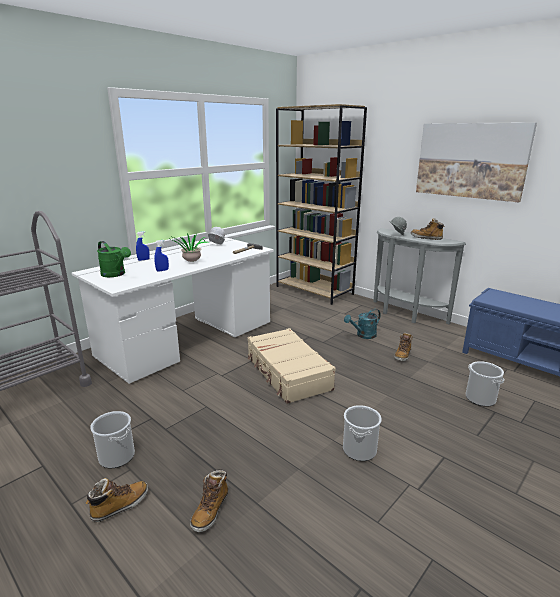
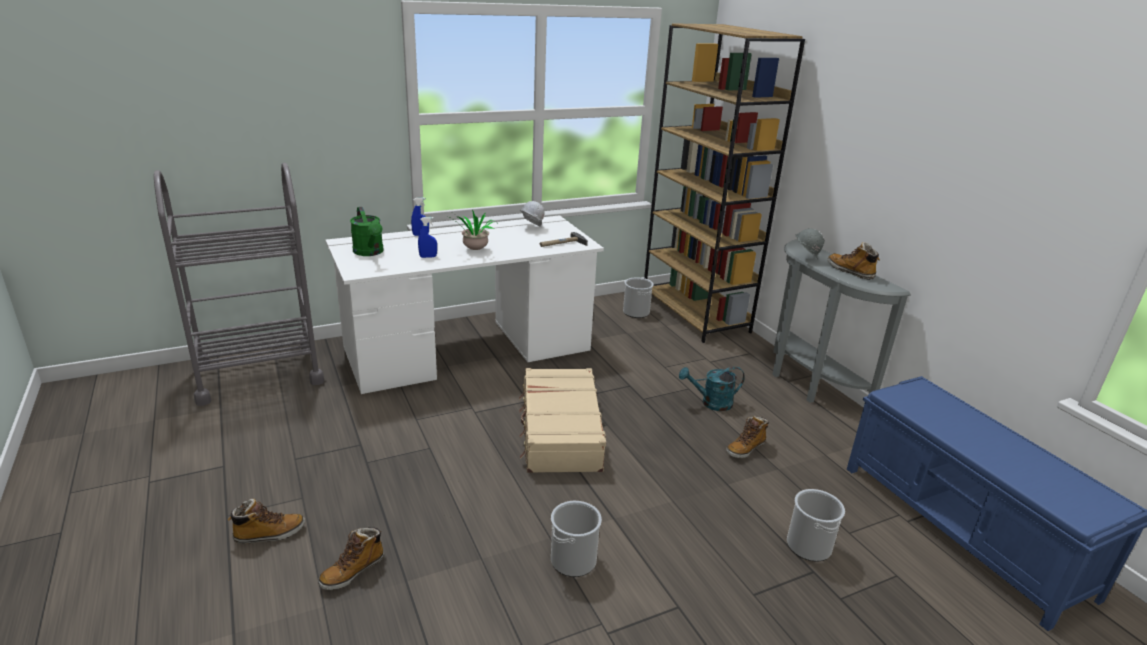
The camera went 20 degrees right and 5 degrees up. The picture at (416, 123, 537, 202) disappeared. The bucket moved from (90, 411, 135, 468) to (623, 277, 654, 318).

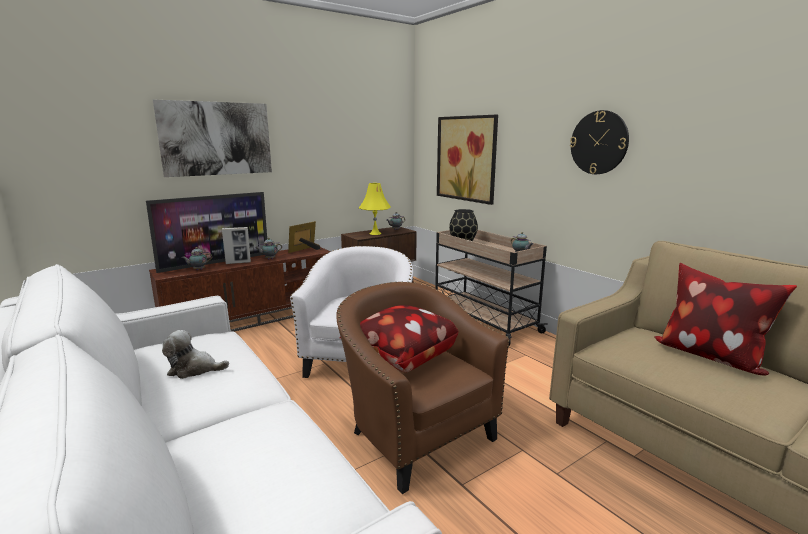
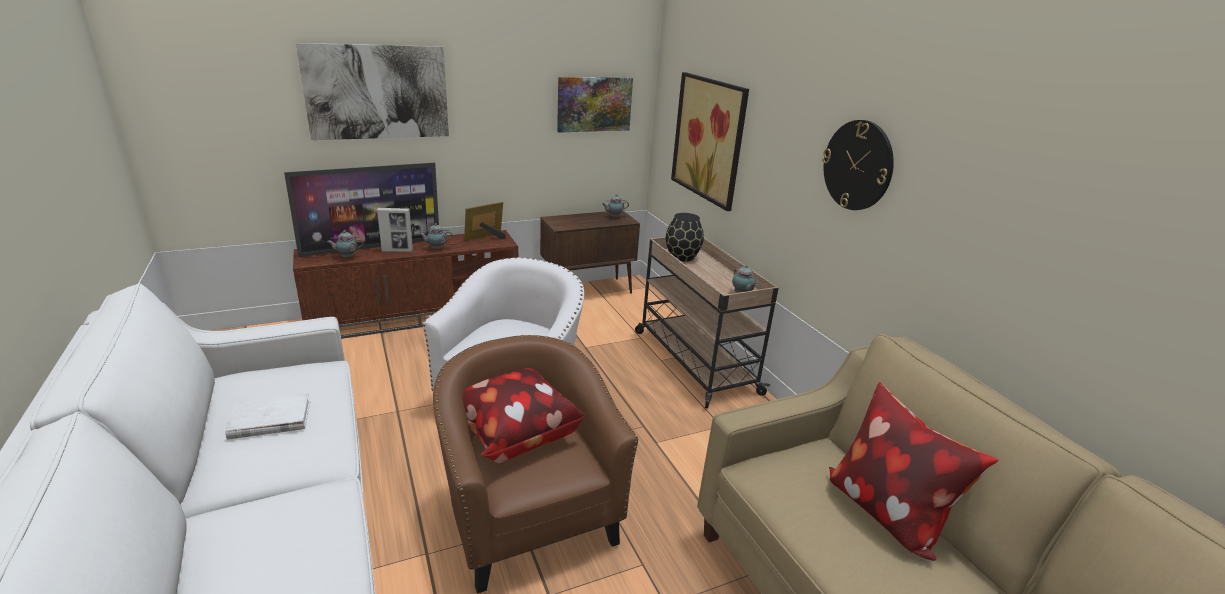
The camera went 10 degrees right and 10 degrees up. The yellowish lamp for a table at (359, 183, 391, 235) disappeared. The soft toy at (162, 330, 229, 379) was replaced by the whitish volume at (225, 393, 310, 440). The picture at (557, 77, 633, 132) appeared.

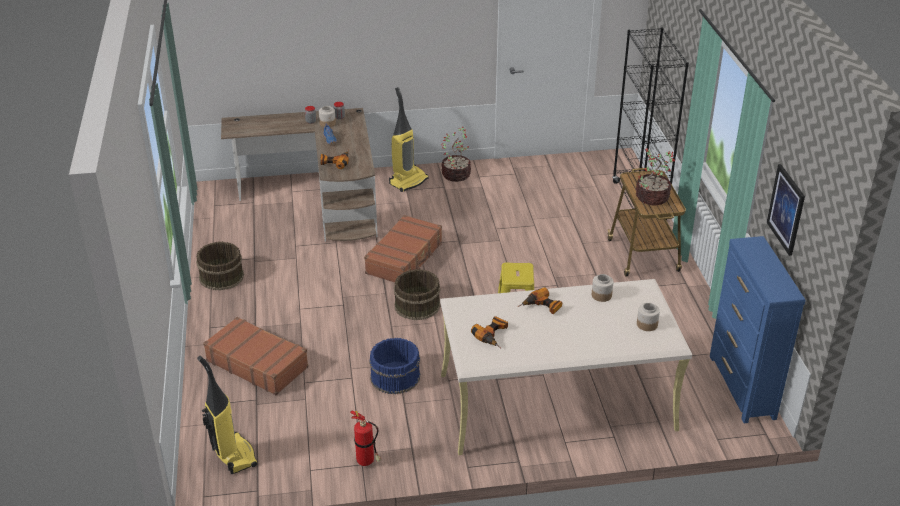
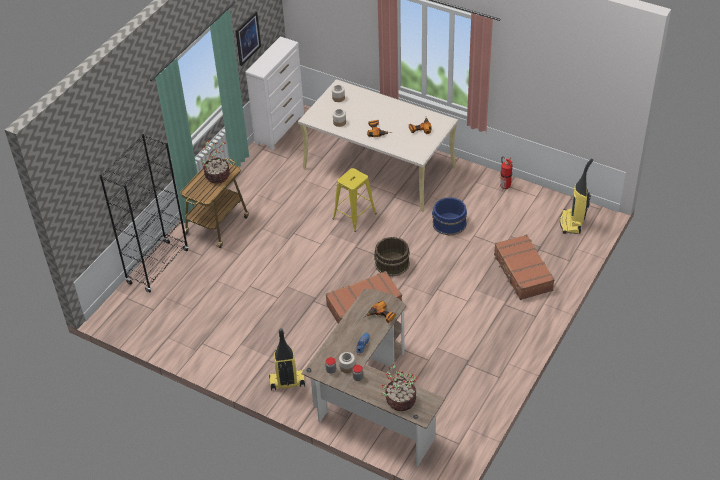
The camera went 140 degrees left and 10 degrees up. The plant in a pot moved from (441, 127, 471, 182) to (381, 364, 418, 411). The bluish drawer chest at (710, 236, 806, 423) became the whitish drawer chest at (245, 36, 304, 151). The brown-coloured bucket at (196, 242, 244, 290) disappeared.

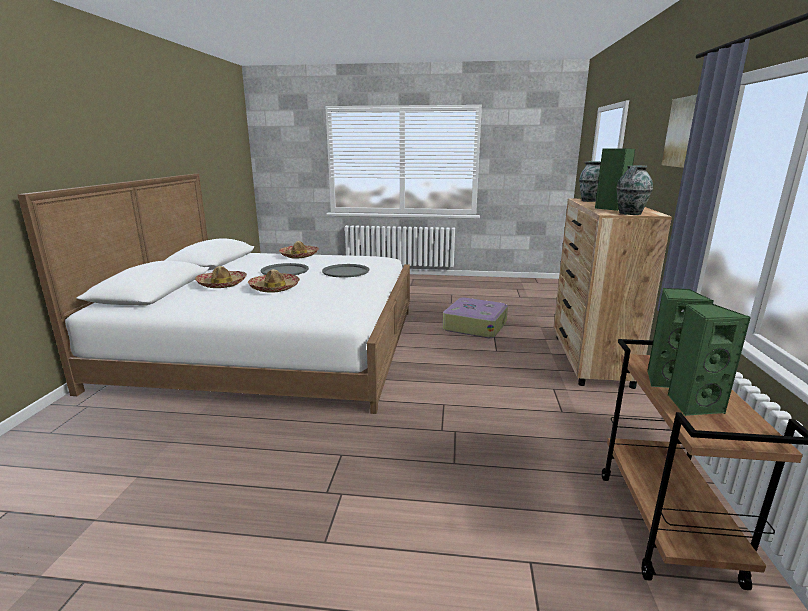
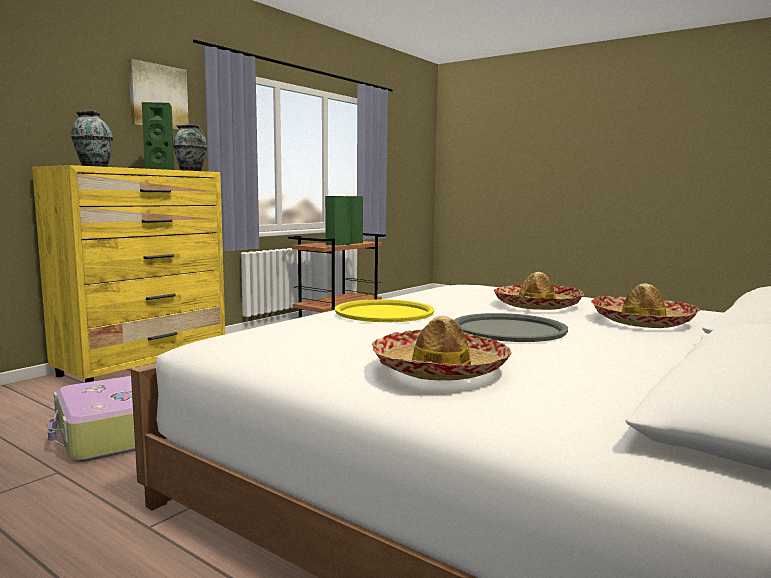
The camera went 150 degrees left and 10 degrees down. The brown-coloured drawer chest at (553, 199, 672, 389) became the yellowish drawer chest at (32, 165, 225, 383). The greyish carrying tray at (322, 264, 369, 277) became the yellowish carrying tray at (334, 299, 434, 322).

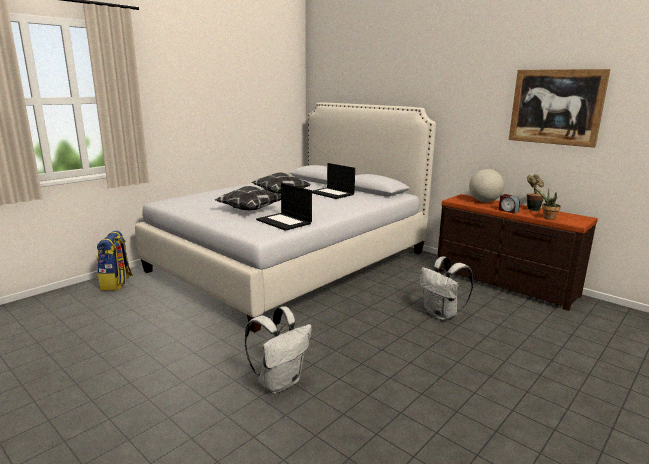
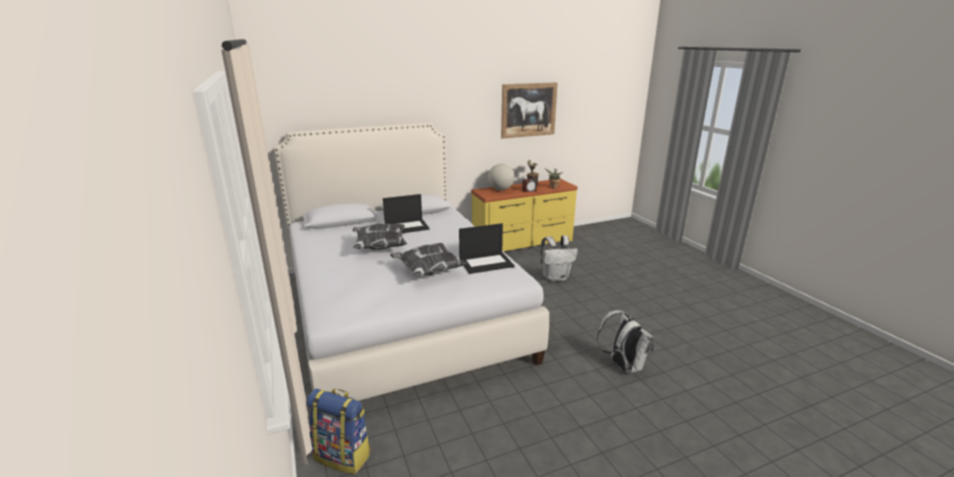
The camera went 65 degrees left and 5 degrees up. The brown-coloured drawer chest at (437, 194, 598, 311) became the yellowish drawer chest at (471, 179, 577, 251).

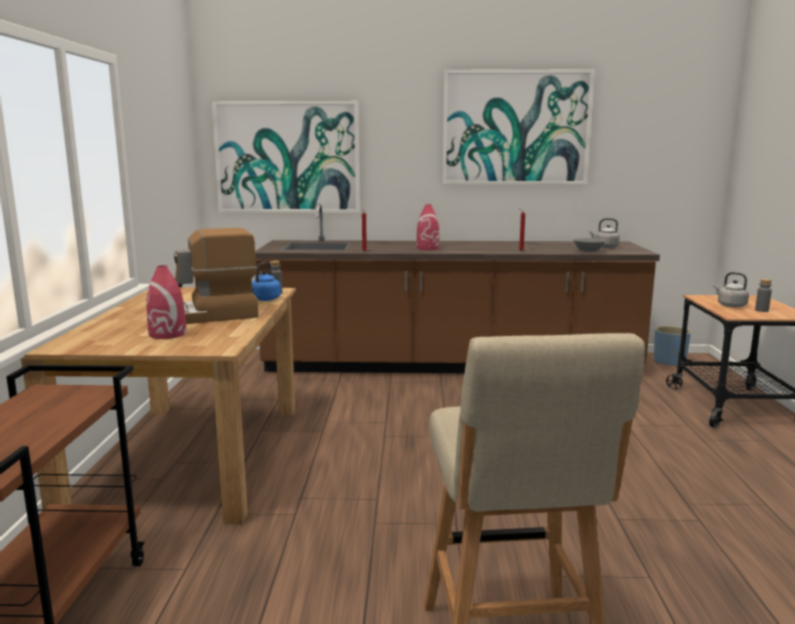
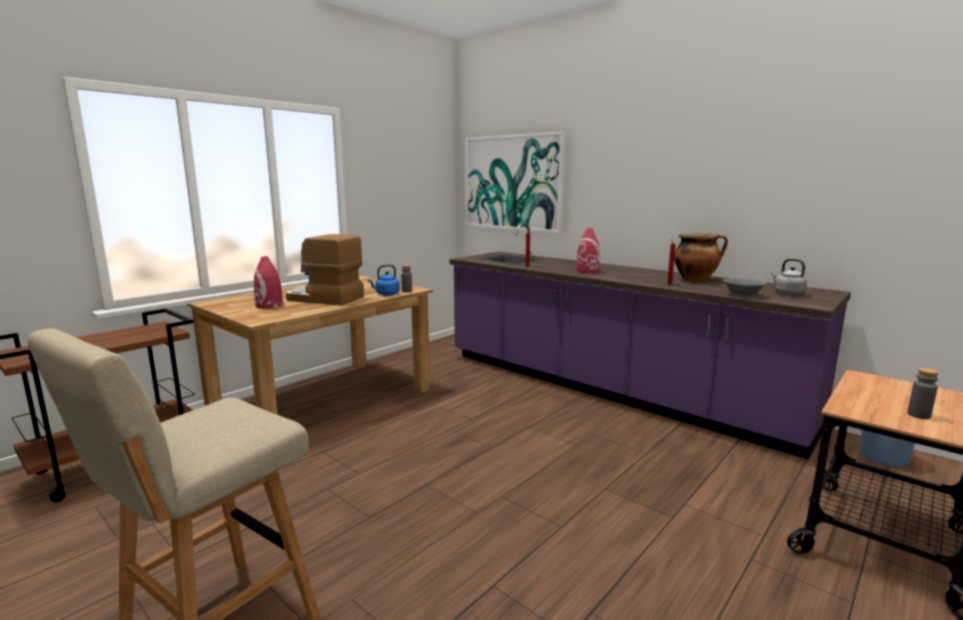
The camera went 40 degrees right and 0 degrees up. The picture at (442, 69, 595, 185) disappeared. The brown-coloured kitchen base unit at (255, 203, 660, 373) became the purple-coloured kitchen base unit at (449, 223, 851, 459). The greyish water kettle at (714, 272, 749, 308) disappeared. The stockpot at (674, 233, 728, 282) appeared.

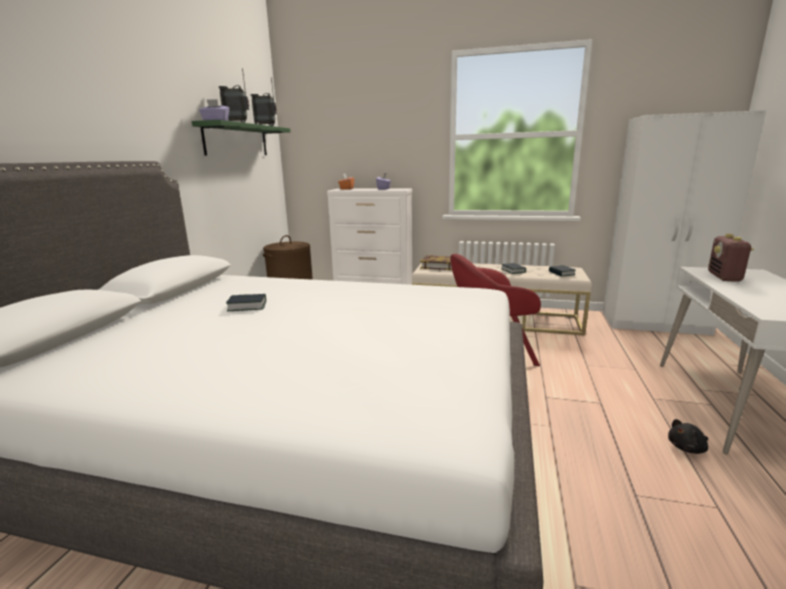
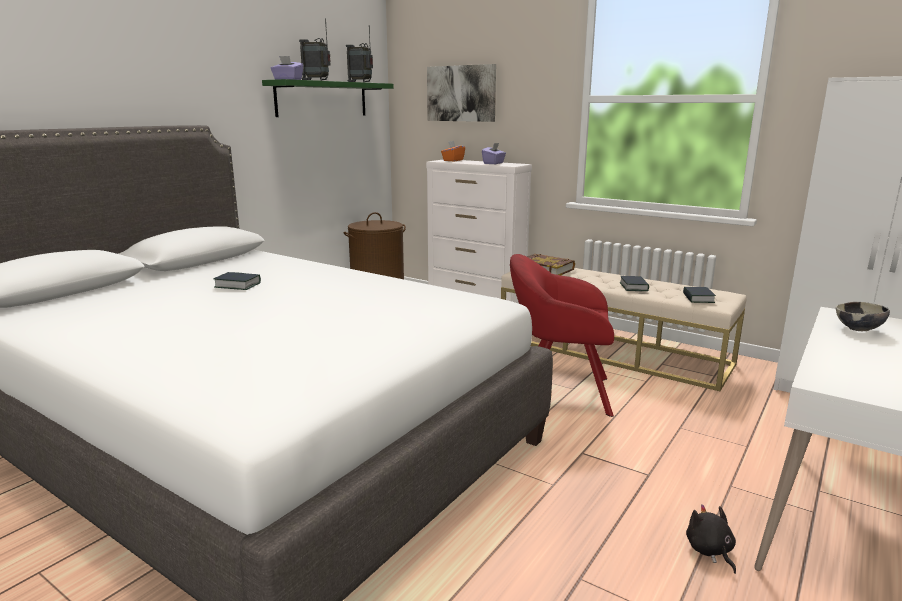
The camera went 20 degrees right and 0 degrees up. The radio at (708, 234, 754, 282) was replaced by the bowl at (836, 302, 890, 331). The blackish soft toy at (668, 419, 708, 454) turned 75 degrees clockwise. The picture at (427, 64, 496, 122) appeared.

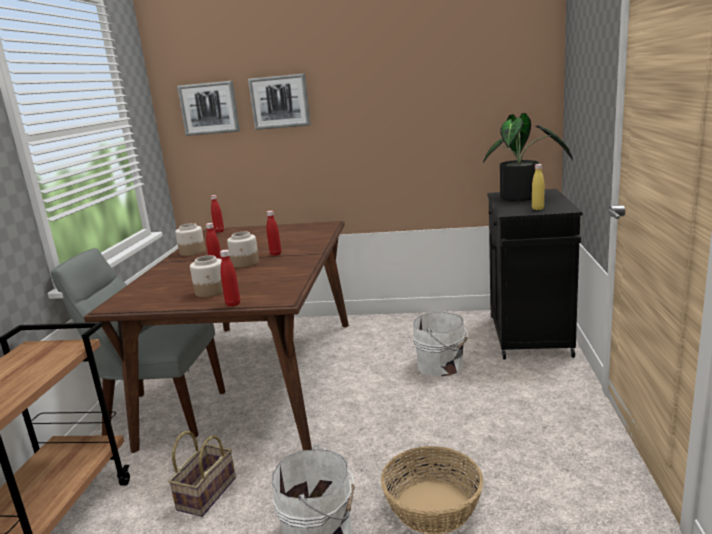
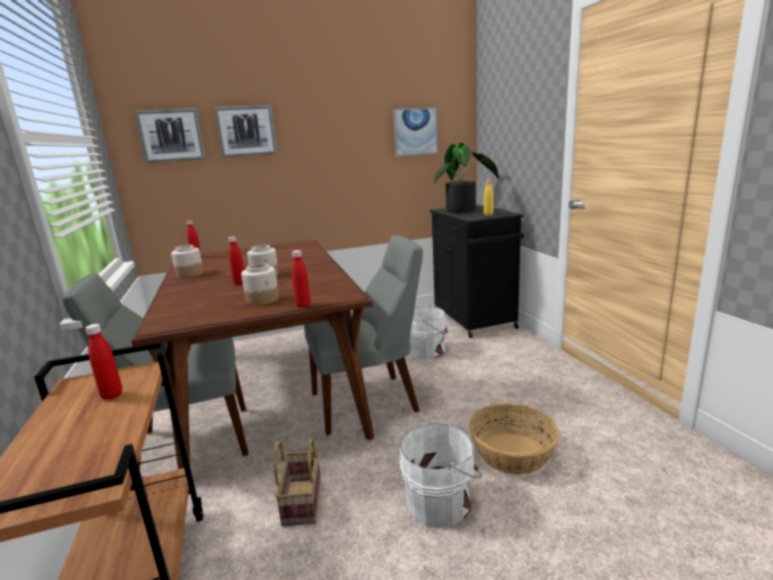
The camera went 25 degrees left and 0 degrees up. The reddish bottle moved from (267, 211, 281, 256) to (85, 324, 122, 400). The picture at (393, 107, 438, 157) appeared. The greyish chair at (304, 235, 423, 435) appeared.

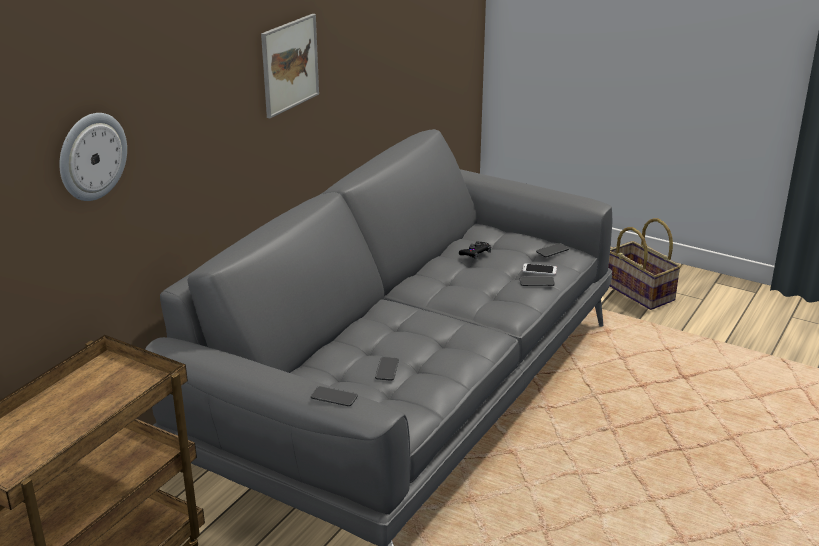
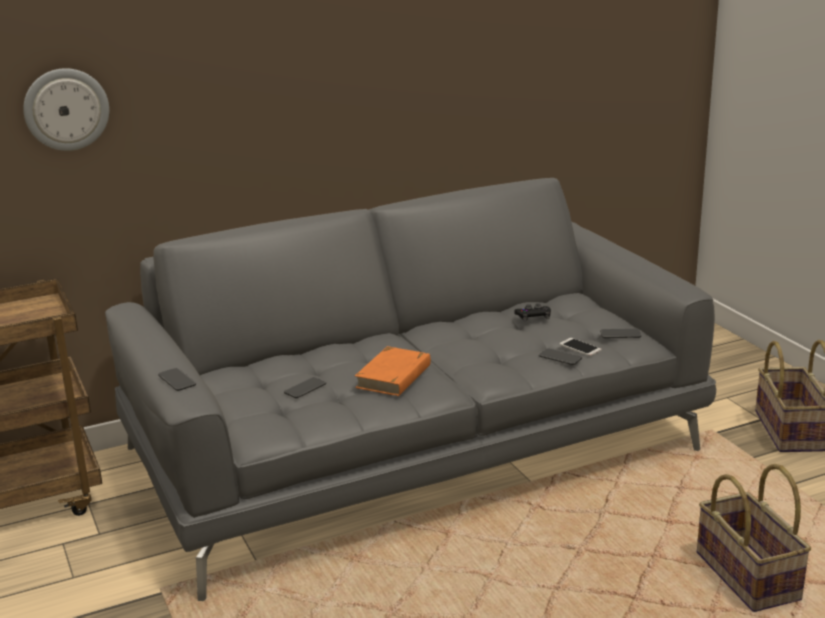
The camera went 35 degrees right and 5 degrees down. The picture at (261, 14, 319, 119) disappeared. The orangey volume at (355, 346, 431, 396) appeared. The basket at (697, 464, 811, 612) appeared.

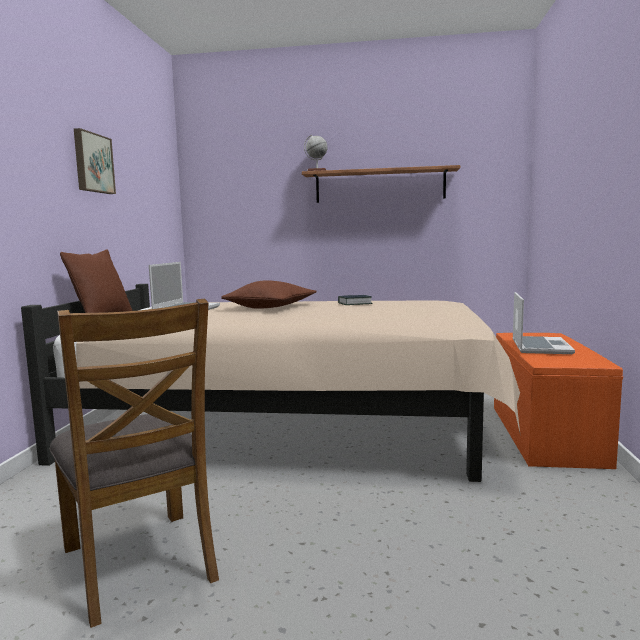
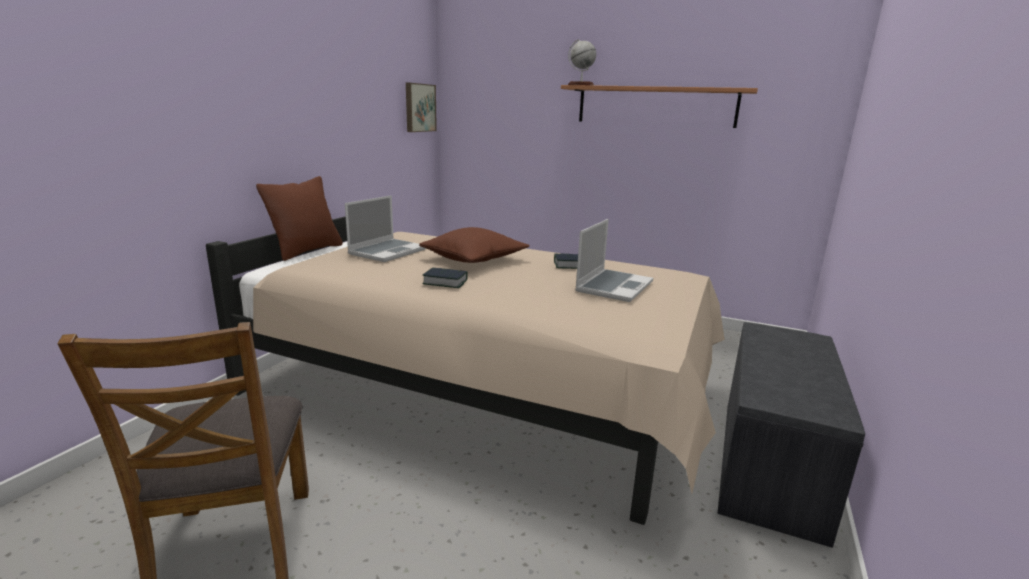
The camera went 15 degrees right and 10 degrees up. The picture moved from (74, 128, 116, 194) to (406, 83, 437, 132). The laptop moved from (513, 292, 575, 354) to (575, 219, 653, 302). The orangey bench at (494, 333, 623, 469) became the greyish bench at (718, 322, 865, 548). The volume at (422, 268, 468, 288) appeared.

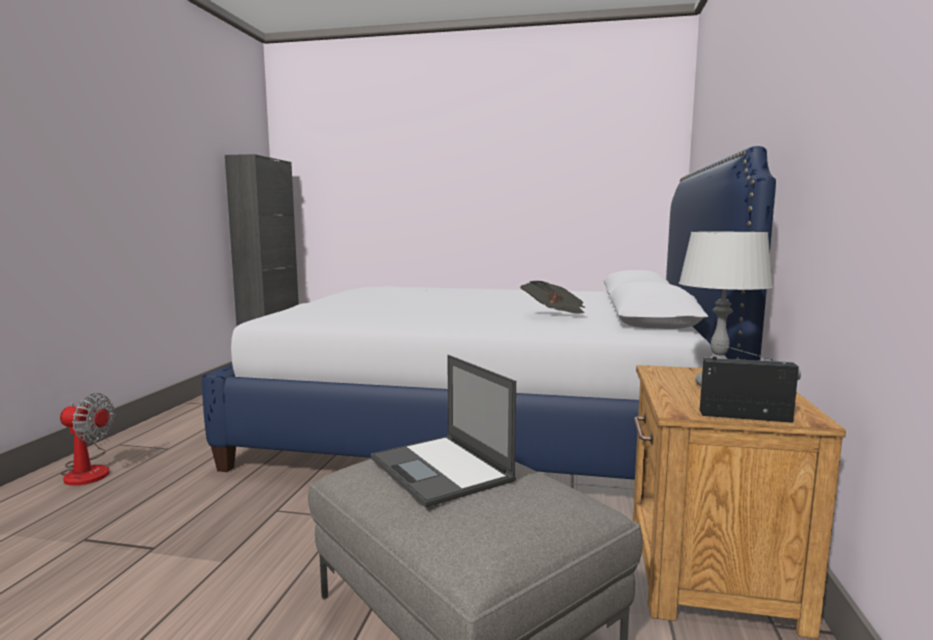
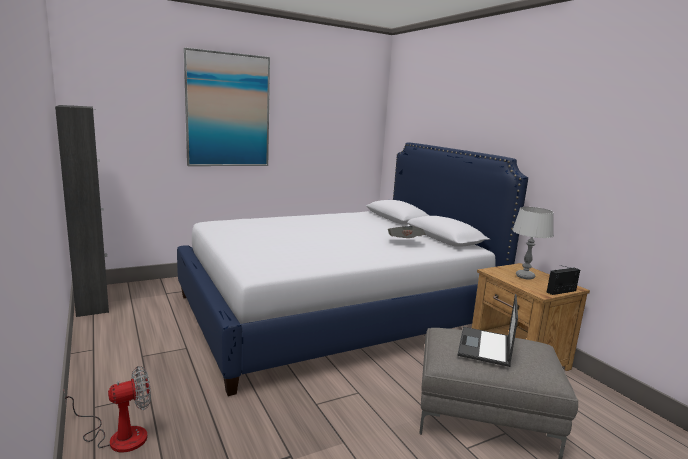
The camera went 40 degrees left and 5 degrees up. The laptop at (371, 355, 516, 508) turned 90 degrees clockwise. The picture at (184, 47, 270, 166) appeared.

